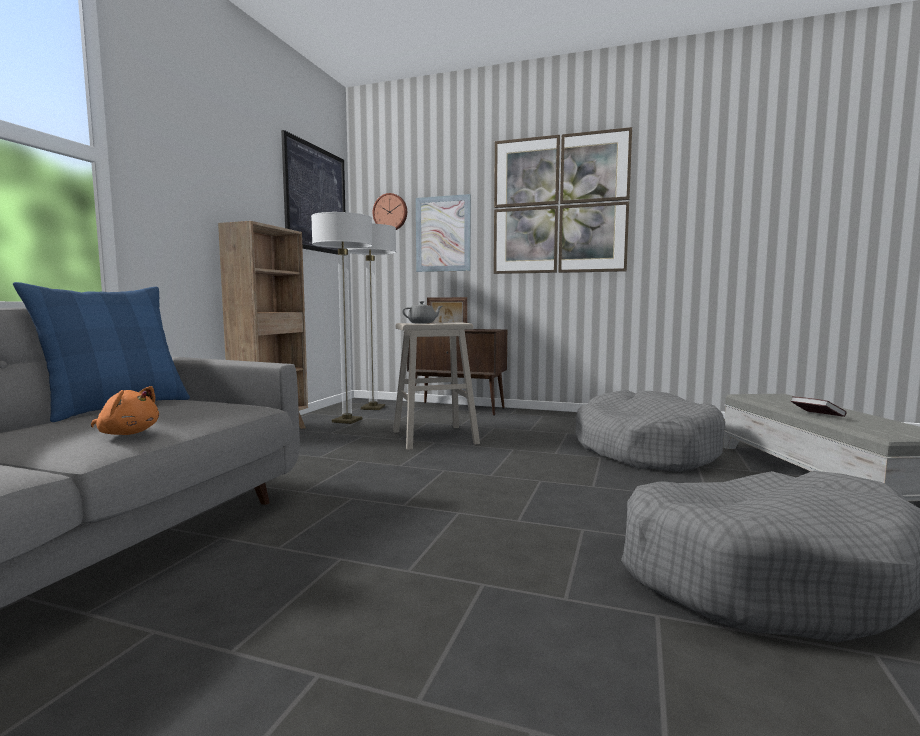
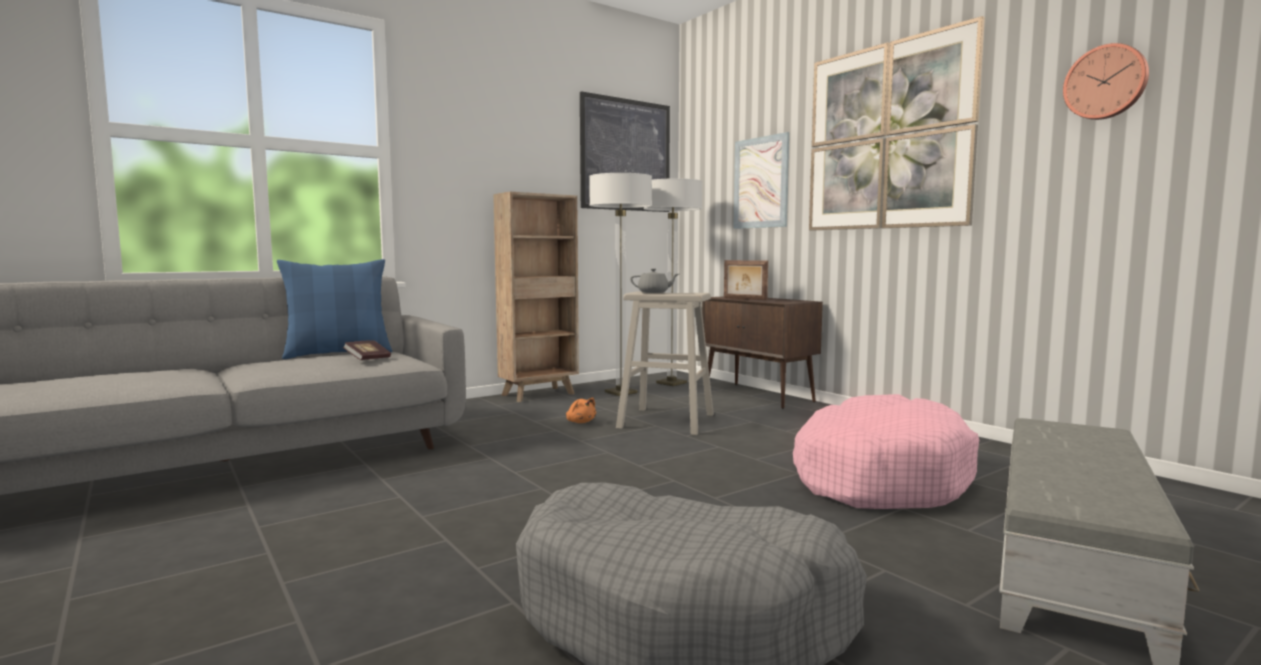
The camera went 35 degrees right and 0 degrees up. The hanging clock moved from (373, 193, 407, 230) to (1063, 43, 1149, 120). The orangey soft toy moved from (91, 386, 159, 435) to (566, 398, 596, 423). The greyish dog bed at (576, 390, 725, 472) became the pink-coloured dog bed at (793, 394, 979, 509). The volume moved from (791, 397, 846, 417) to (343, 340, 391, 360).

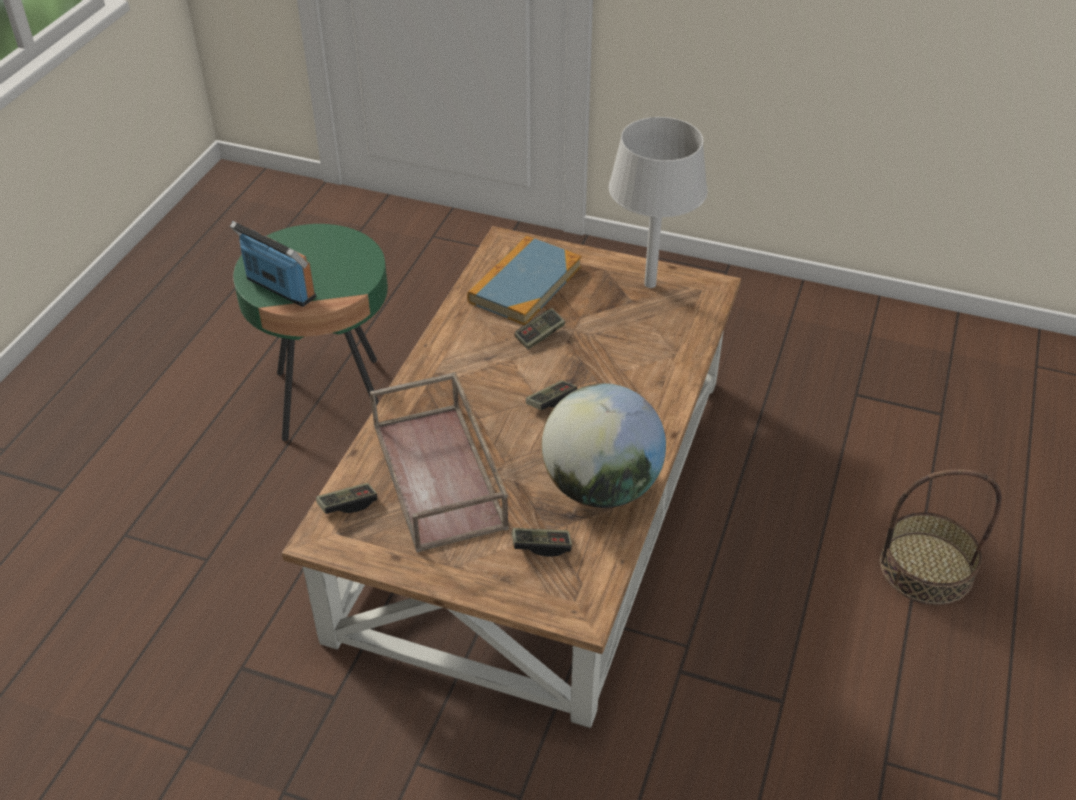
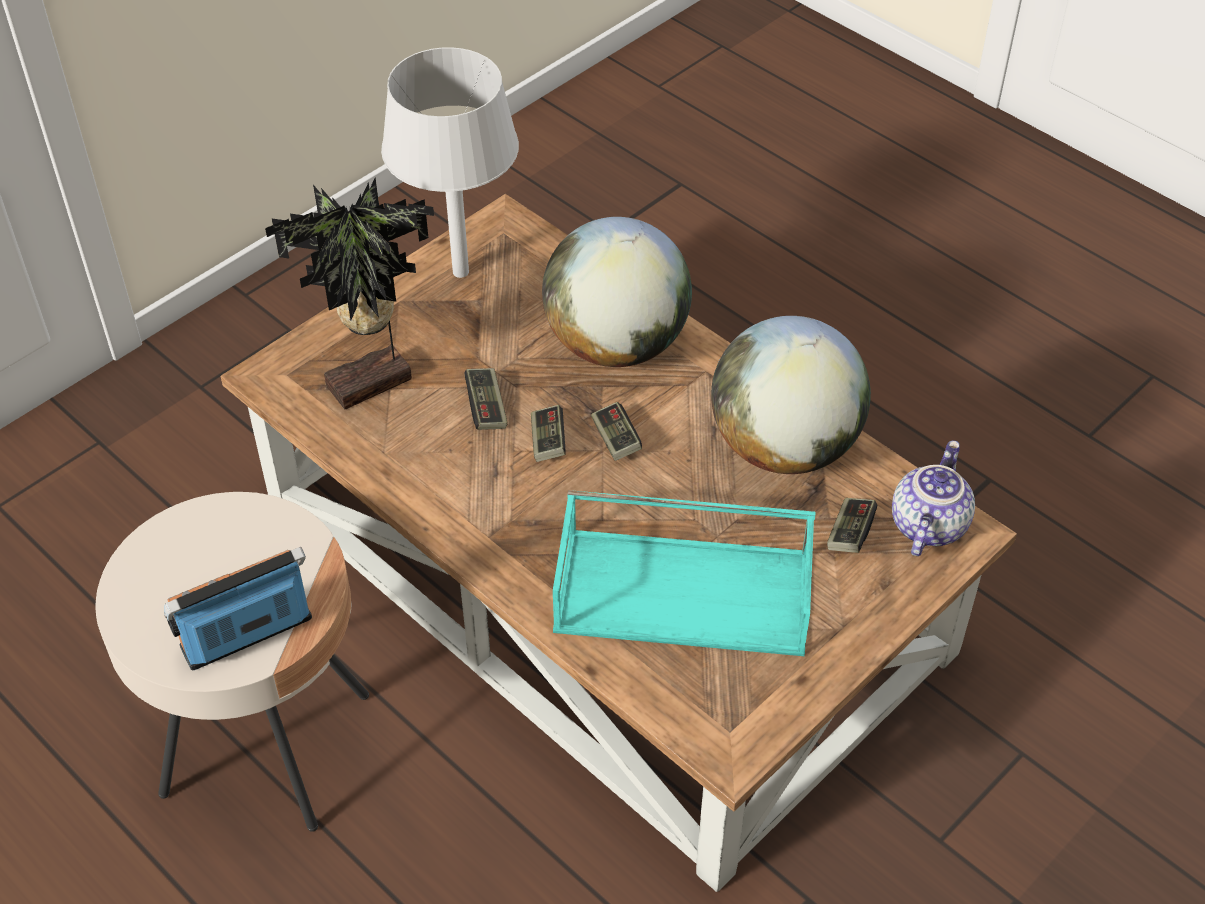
The camera went 65 degrees left and 5 degrees up. The green-coloured accent table at (233, 224, 388, 441) became the beige-coloured accent table at (95, 492, 369, 832). The volume at (467, 236, 581, 325) was replaced by the plant in a pot at (265, 177, 434, 410). The brown-coloured carrying tray at (370, 372, 509, 553) became the turquoise carrying tray at (553, 490, 815, 656). The basket at (879, 469, 1002, 605) disappeared. The joypad moved from (316, 483, 377, 514) to (531, 405, 566, 462). The desk globe at (542, 217, 692, 367) appeared. The teapot at (892, 440, 975, 556) appeared.

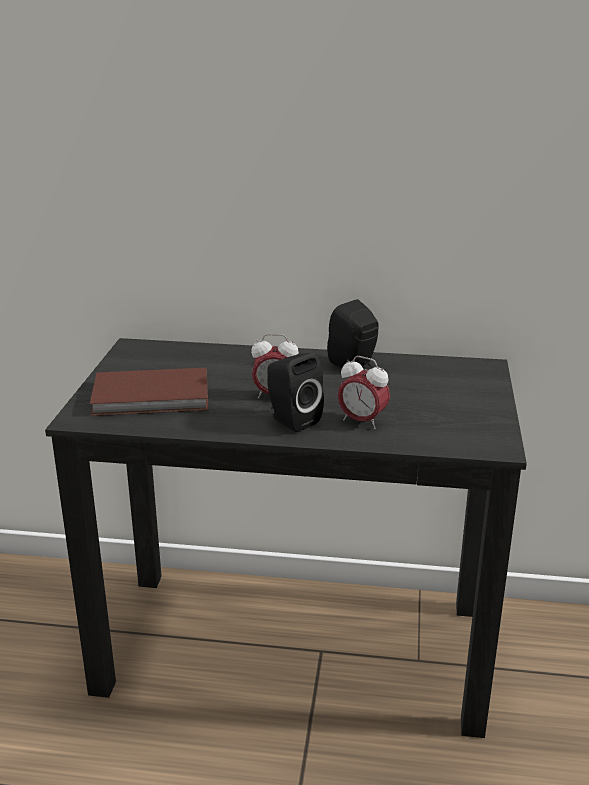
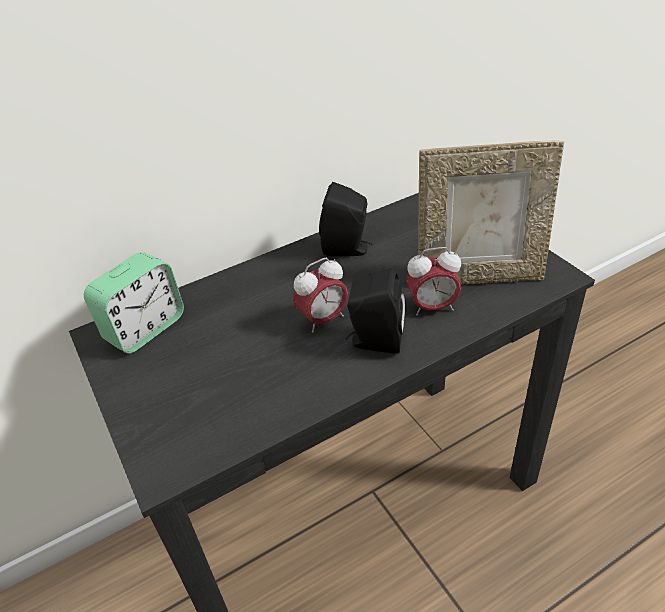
The camera went 35 degrees left and 15 degrees up. The brown-coloured volume at (90, 368, 208, 416) disappeared. The picture frame at (418, 140, 564, 285) appeared. The table clock at (84, 252, 184, 353) appeared.

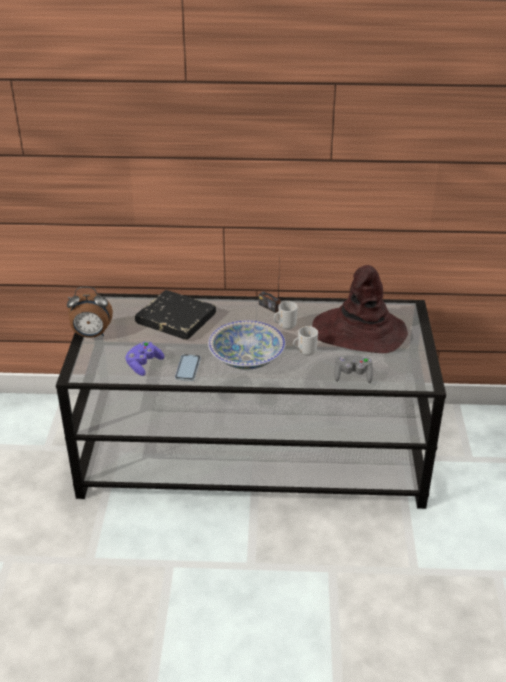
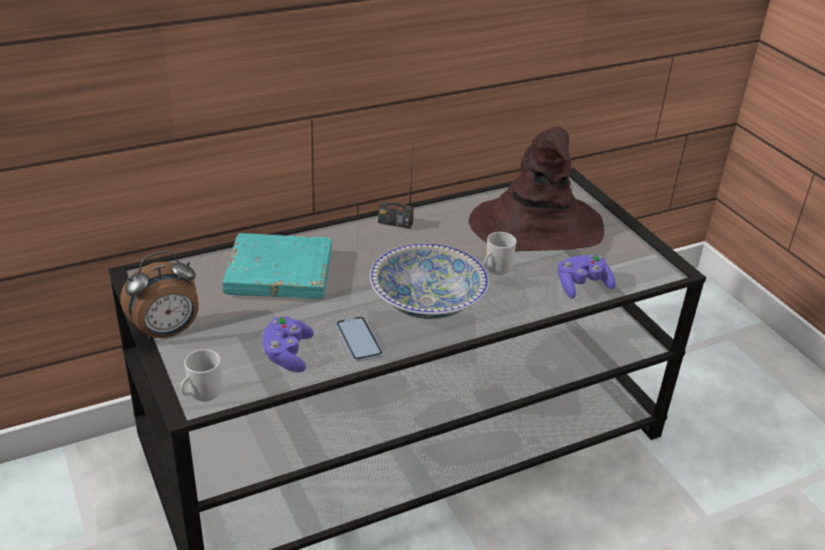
The camera went 30 degrees left and 0 degrees up. The blackish volume at (135, 290, 216, 340) became the turquoise volume at (222, 233, 332, 299). The mug moved from (274, 301, 298, 330) to (181, 349, 222, 402). The greyish joypad at (334, 355, 373, 383) became the purple-coloured joypad at (558, 255, 616, 299).

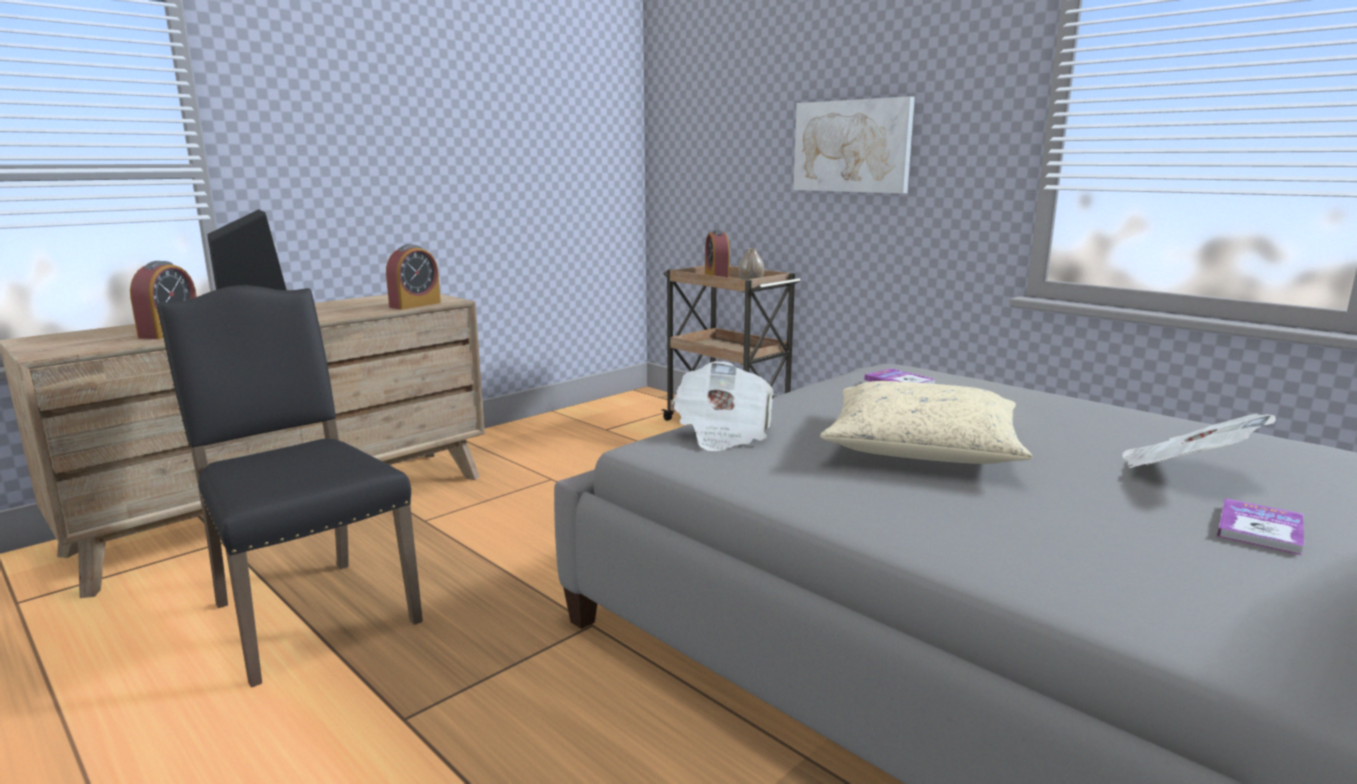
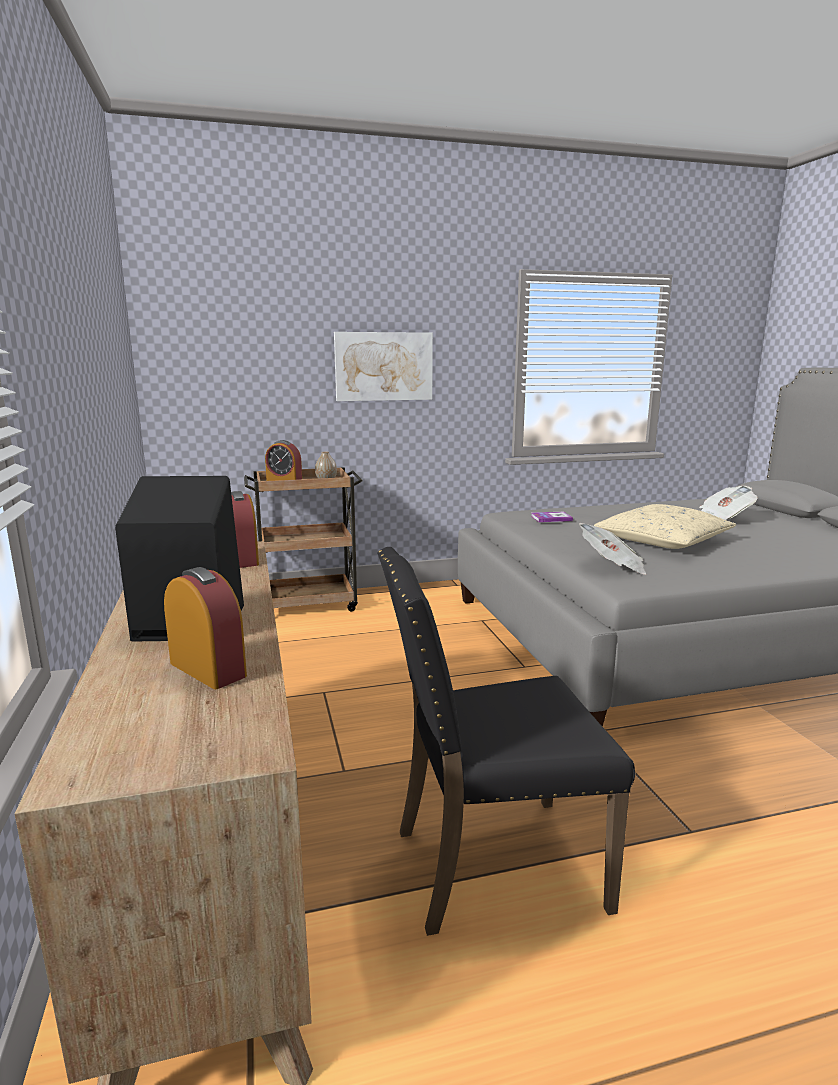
The camera went 60 degrees left and 0 degrees up. The volume at (1217, 498, 1304, 555) disappeared.

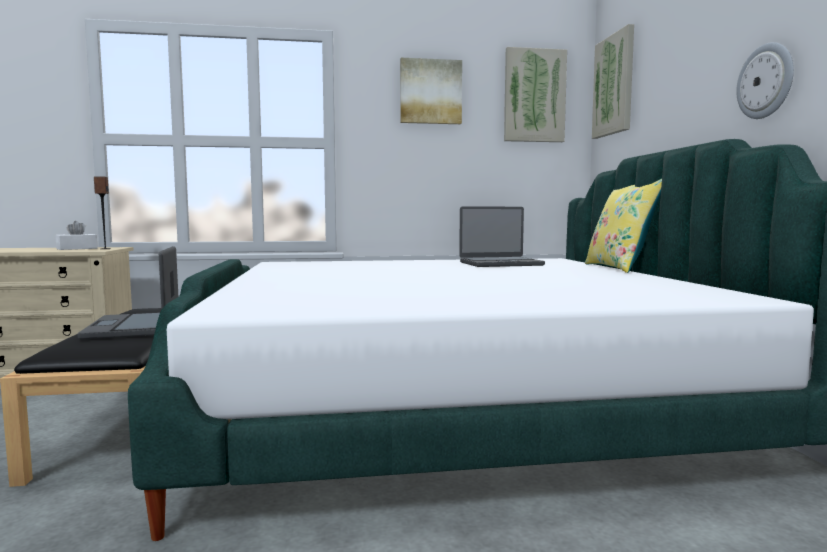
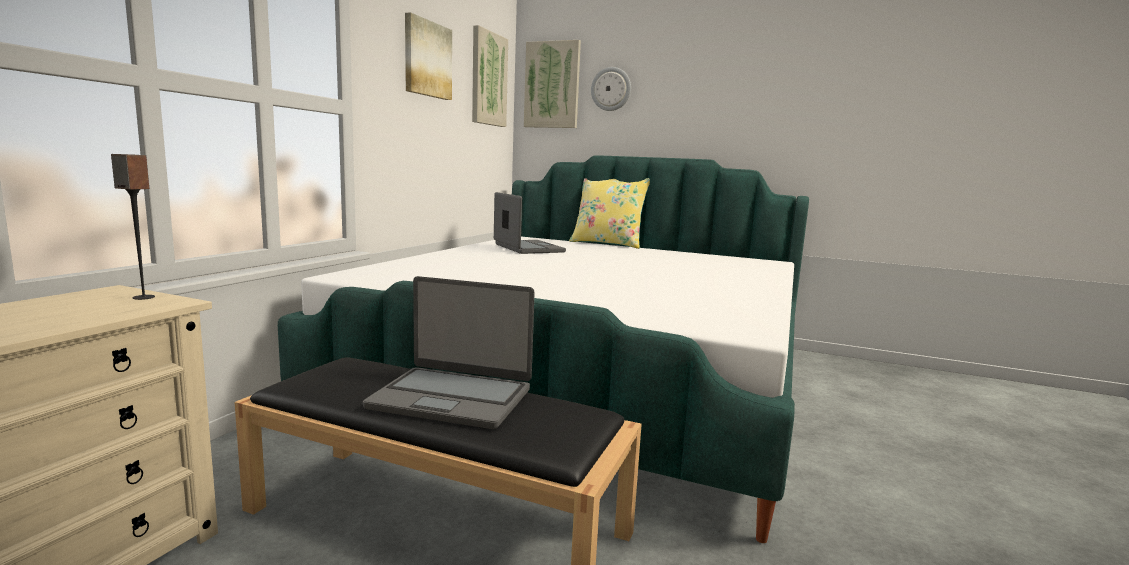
The camera went 60 degrees left and 5 degrees up. The hanging clock moved from (736, 42, 794, 119) to (591, 67, 631, 111). The laptop at (459, 206, 545, 267) turned 45 degrees counterclockwise. The whitish tissue holder at (56, 221, 98, 250) disappeared.

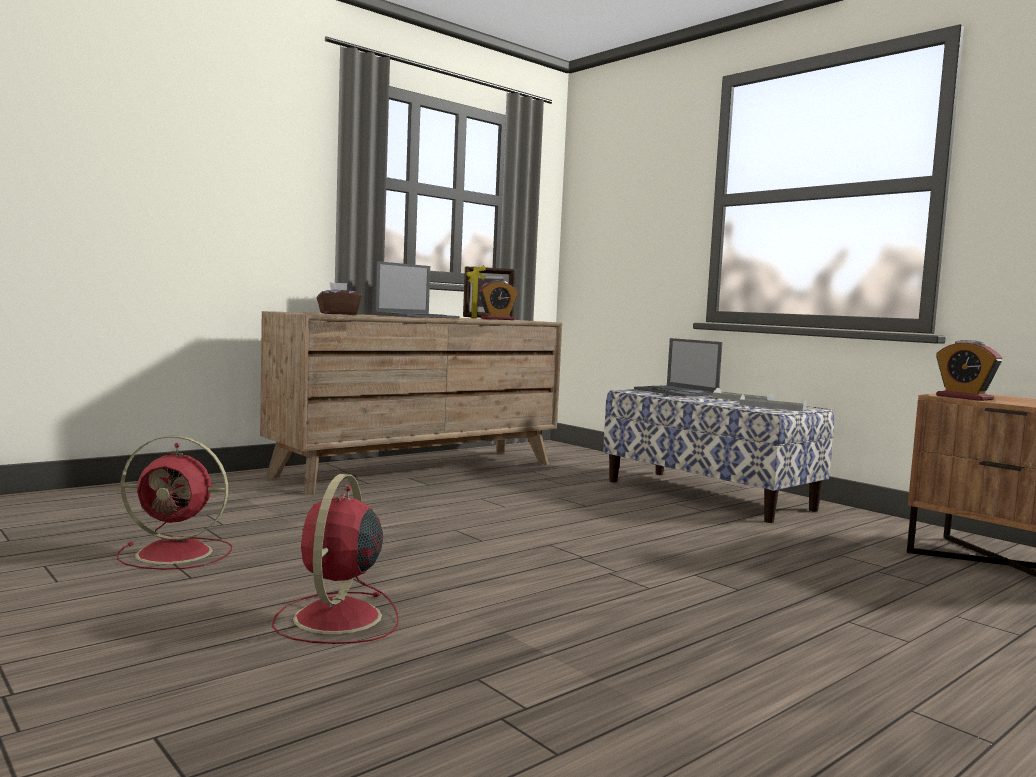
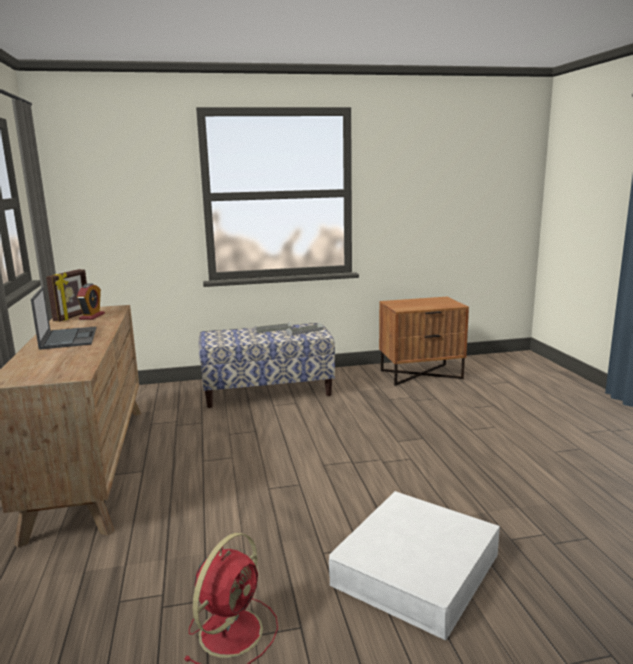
The camera went 60 degrees left and 10 degrees up. The brown-coloured tissue holder at (317, 282, 362, 315) disappeared. The laptop at (634, 338, 723, 397) disappeared. The table clock at (936, 340, 1002, 401) disappeared. The reddish fan at (272, 474, 398, 644) was replaced by the whitish storage bin at (329, 491, 500, 640).

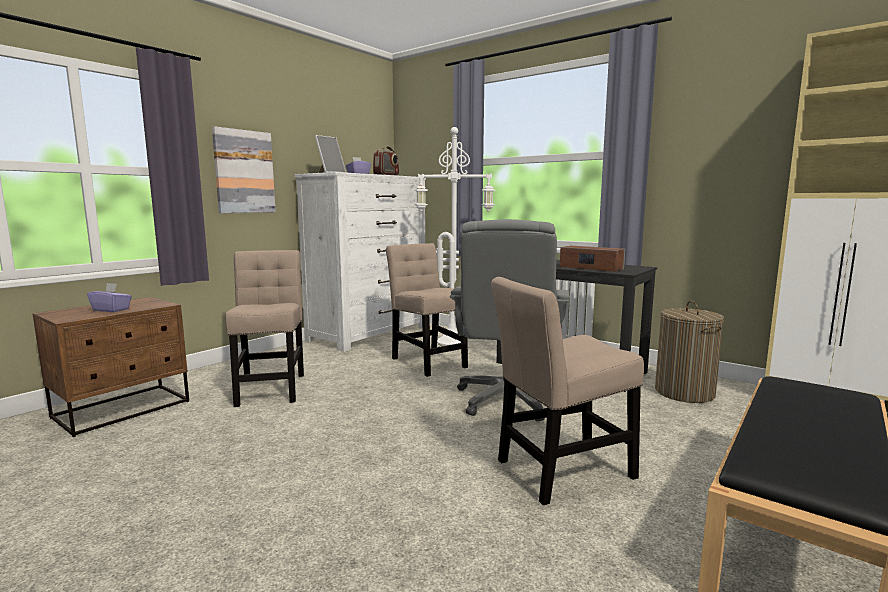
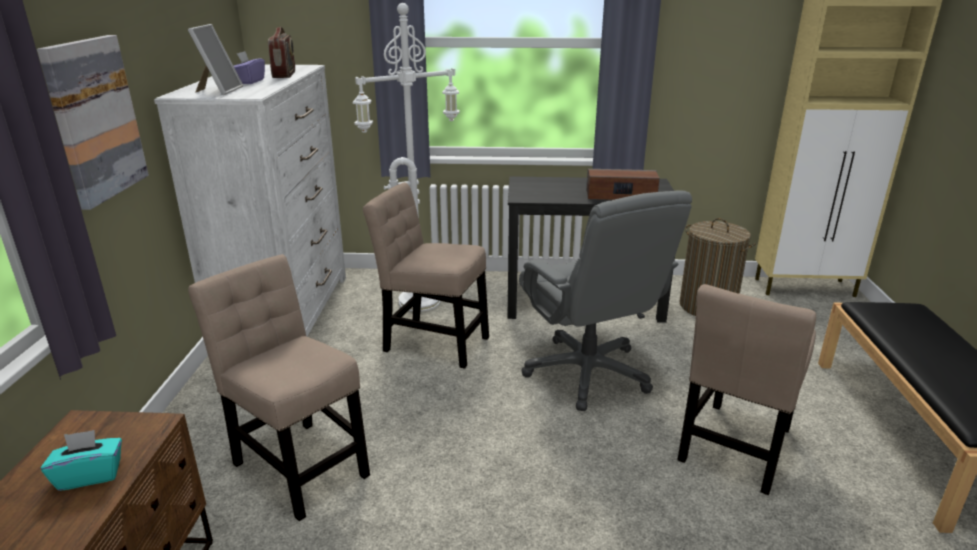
The camera went 35 degrees left and 15 degrees up. The purple-coloured tissue holder at (87, 283, 132, 312) became the turquoise tissue holder at (41, 430, 122, 491).

